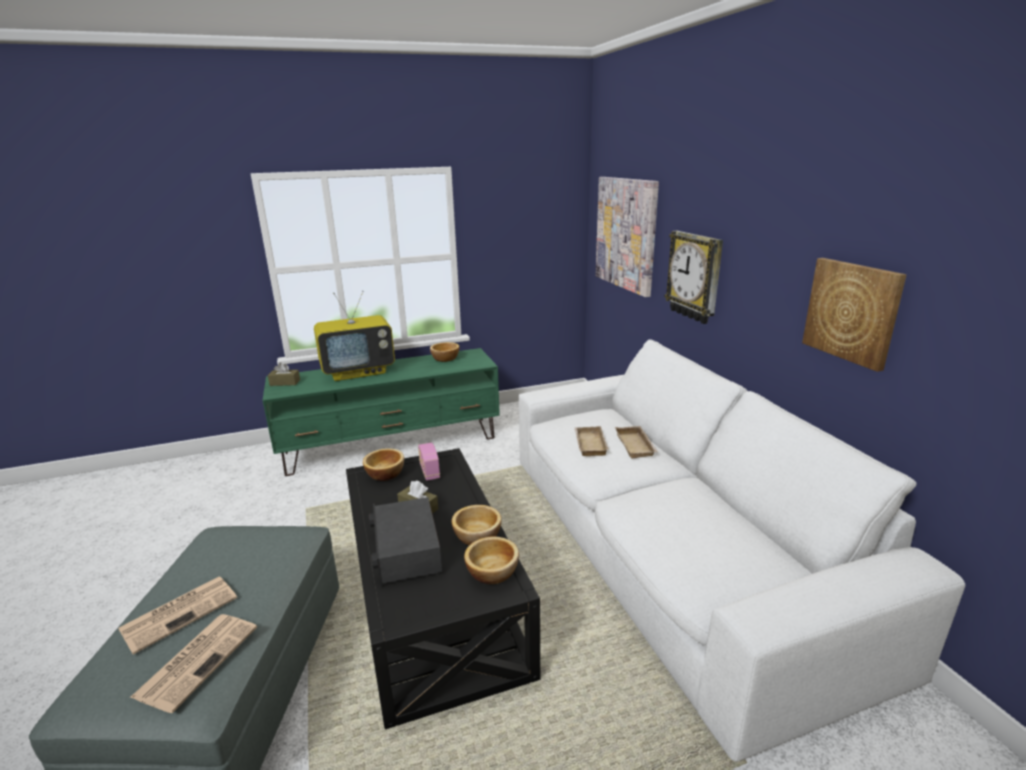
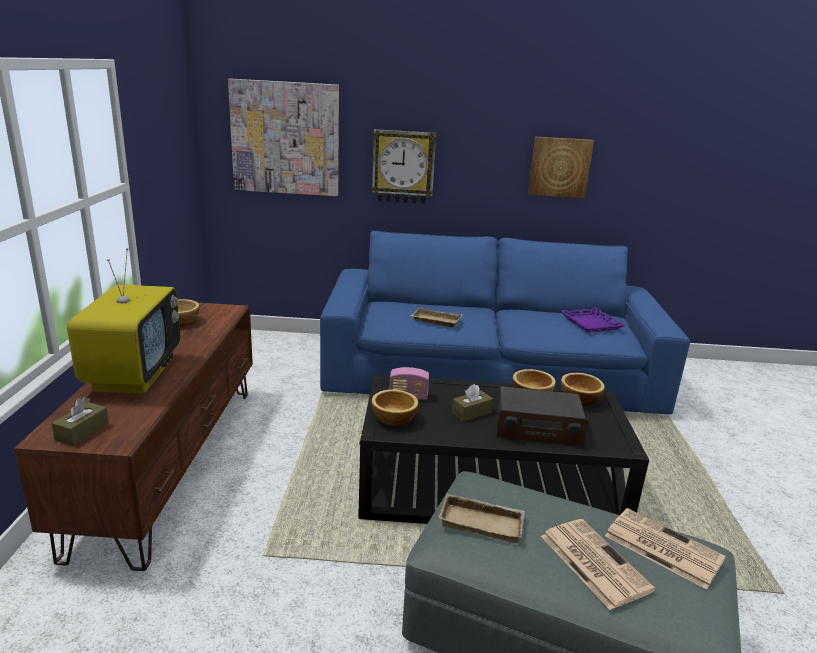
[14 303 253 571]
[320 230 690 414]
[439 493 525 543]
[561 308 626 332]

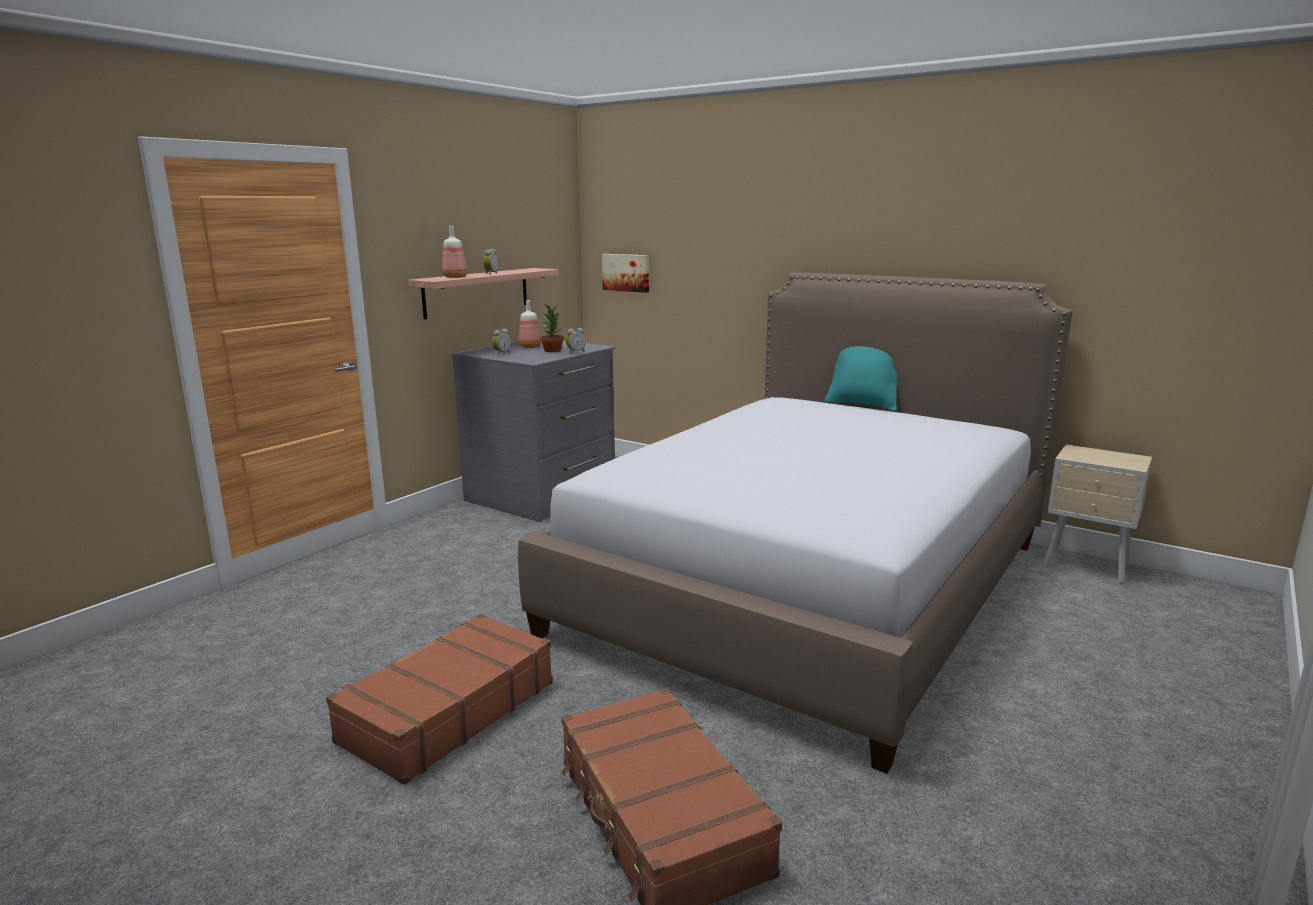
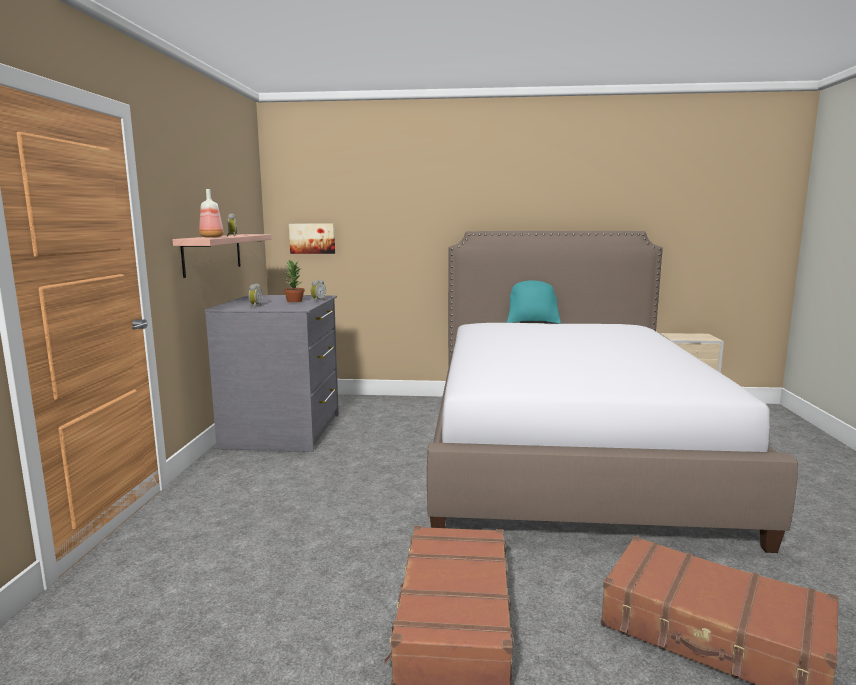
[518 300 541 348] (first image)

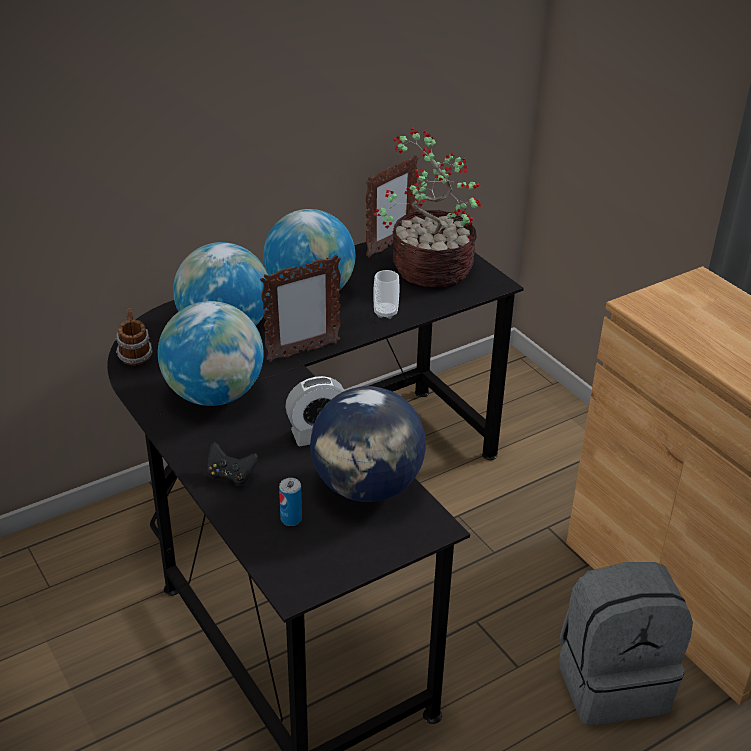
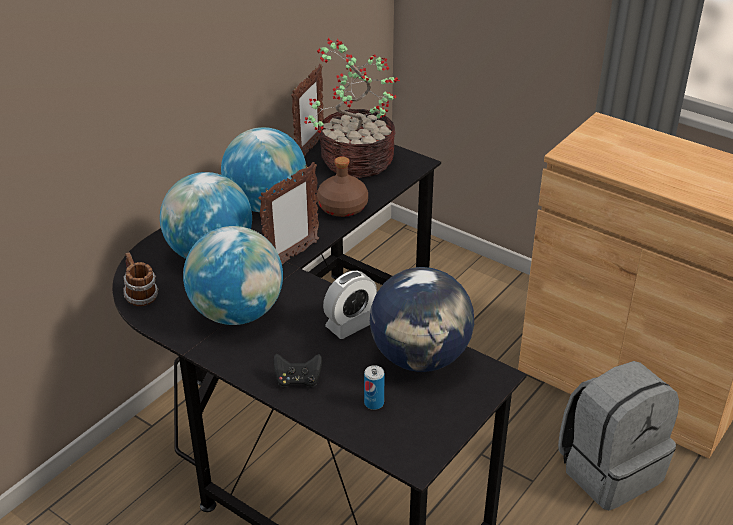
[317 156 368 217]

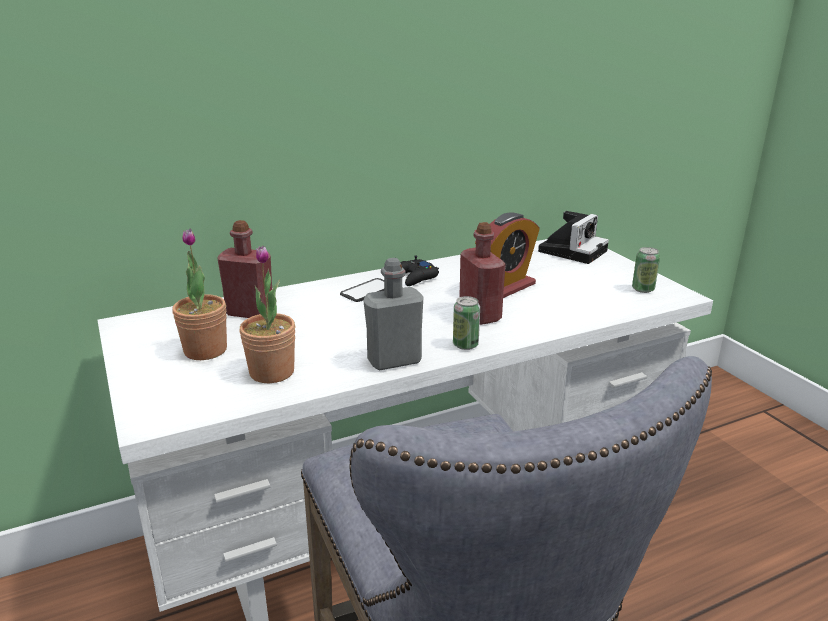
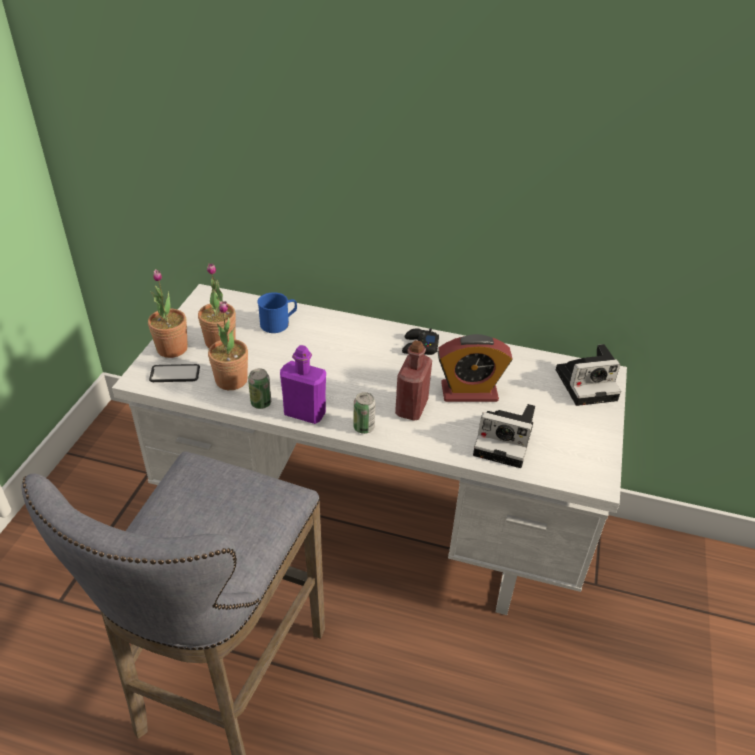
[257 292 297 333]
[149 364 200 382]
[280 345 326 424]
[248 368 271 409]
[148 269 188 358]
[473 404 535 468]

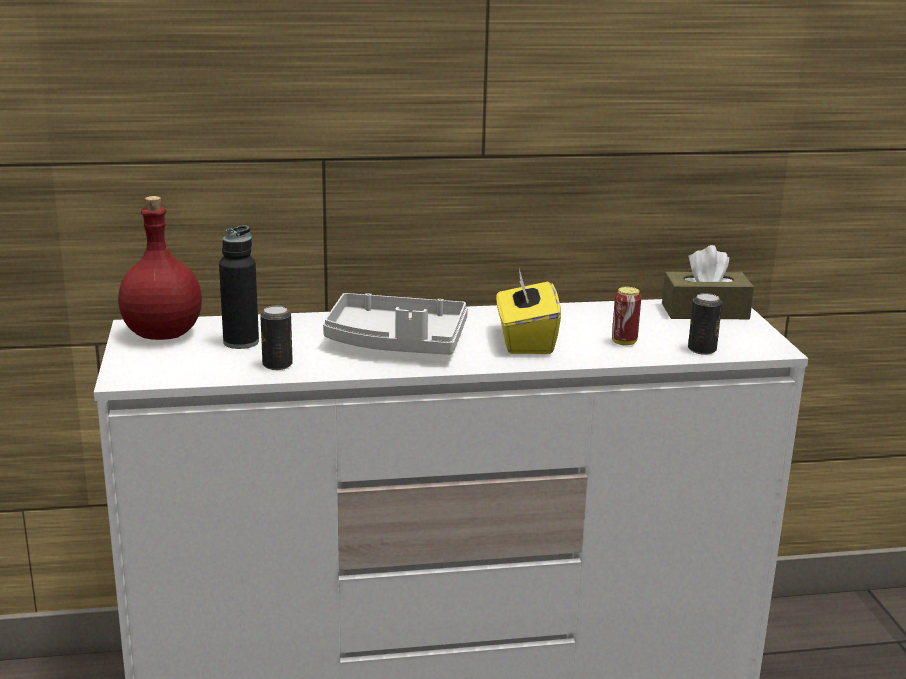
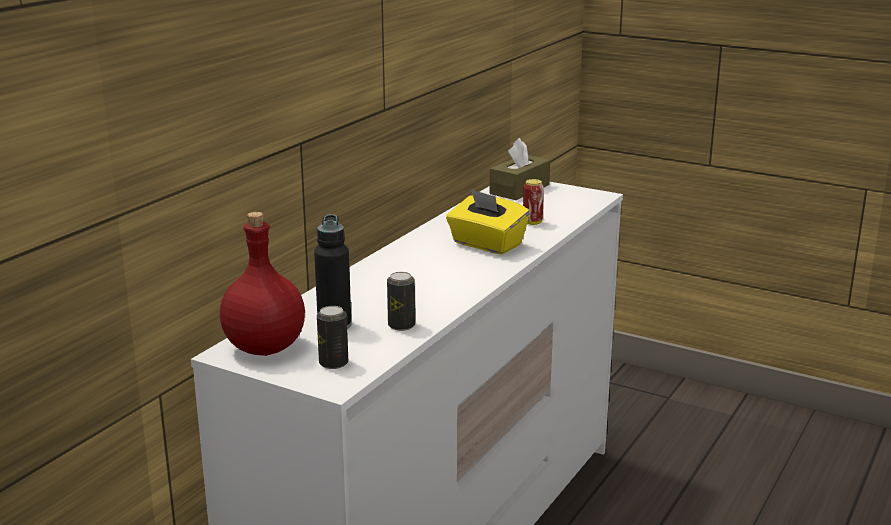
[323 293 468 355] (first image)
[317 306 348 369]

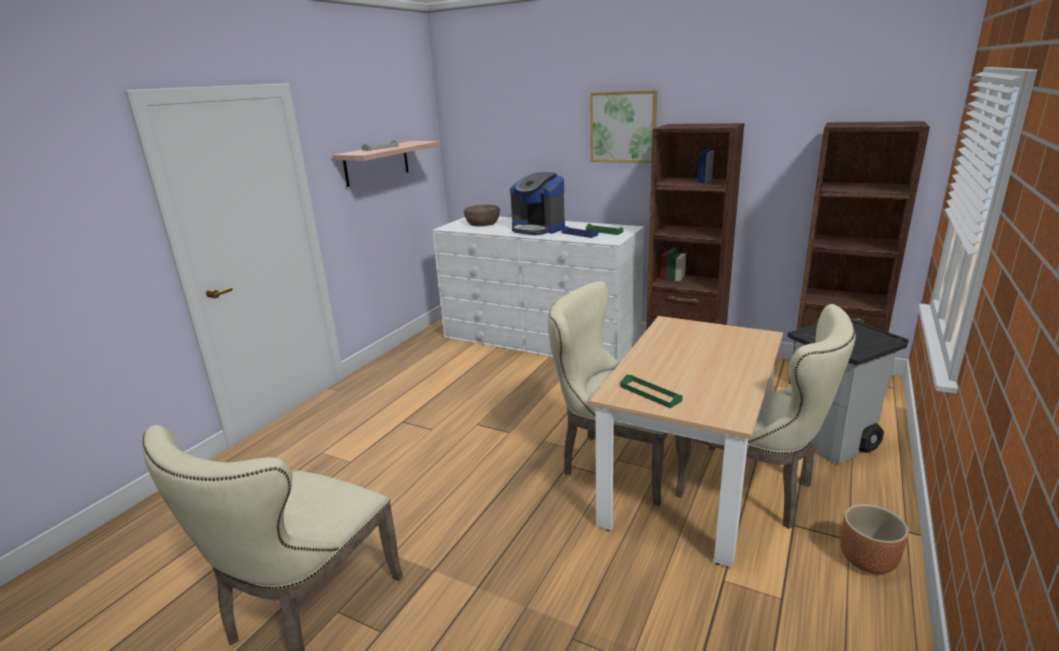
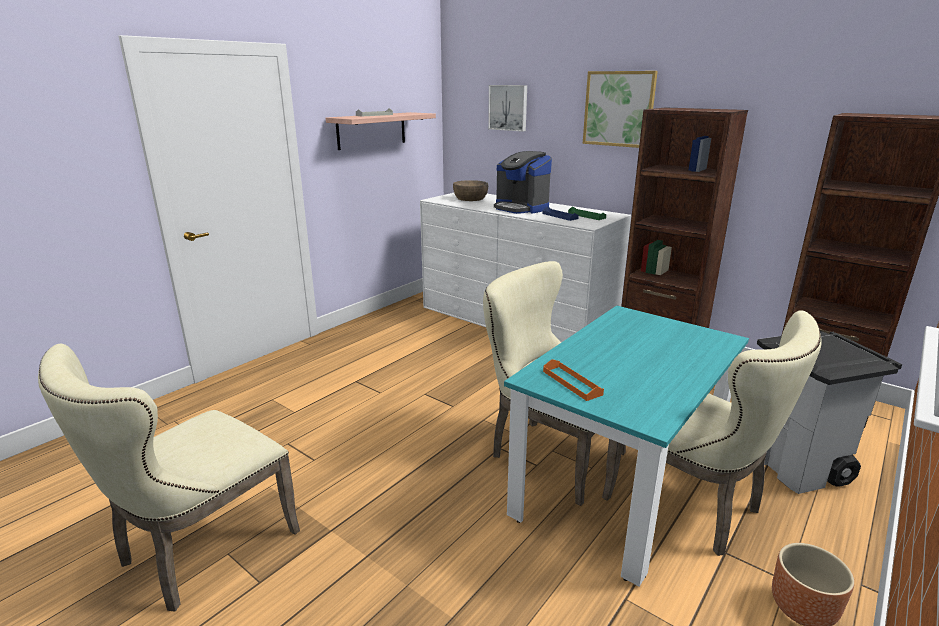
[504 306 749 587]
[543 359 604 401]
[488 85 527 132]

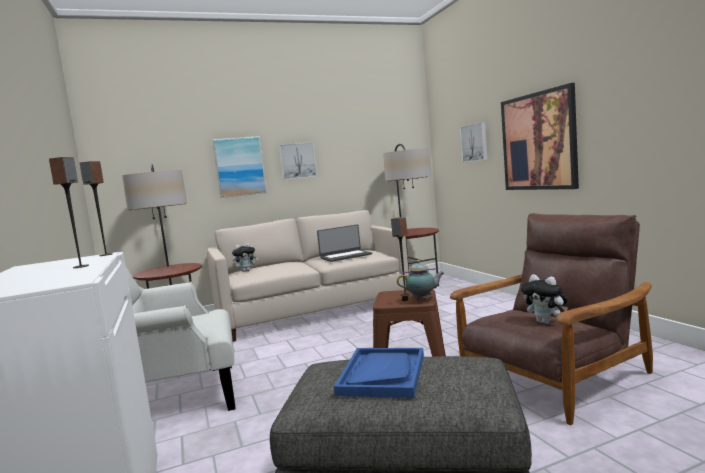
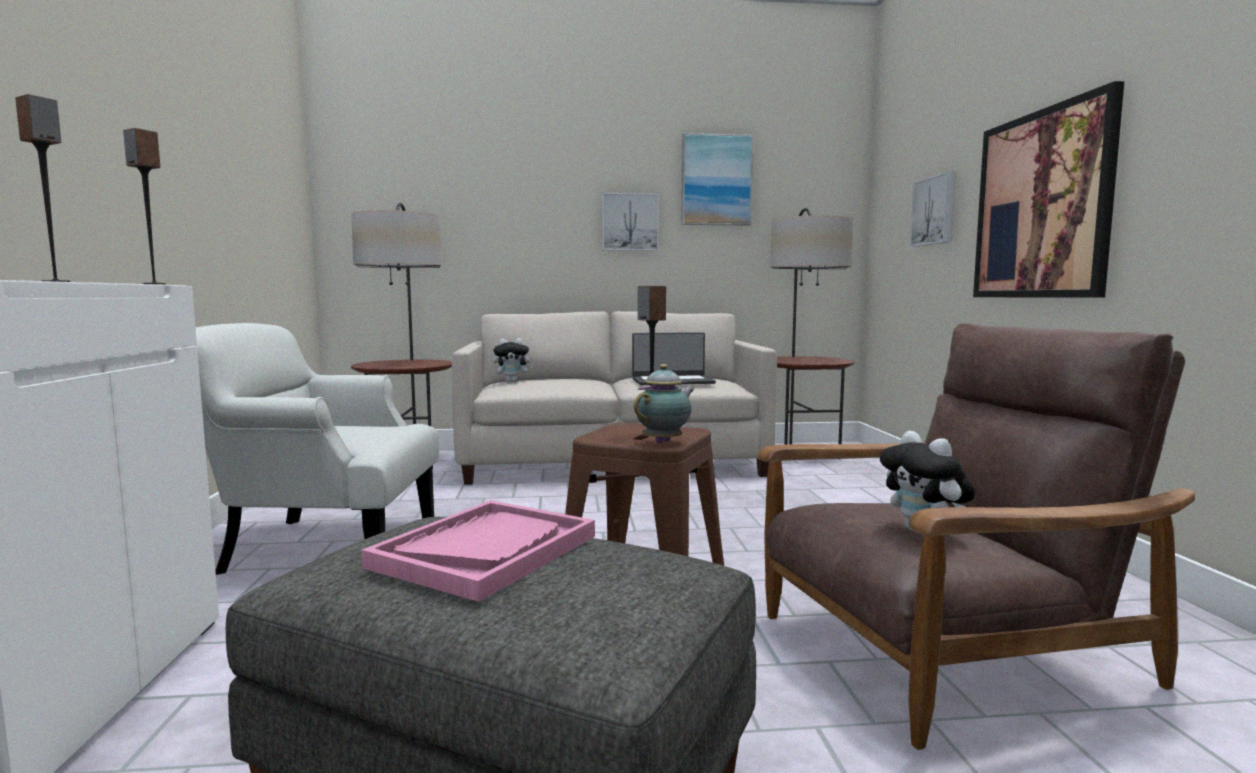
[682 133 753 226]
[362 500 595 602]
[634 364 694 443]

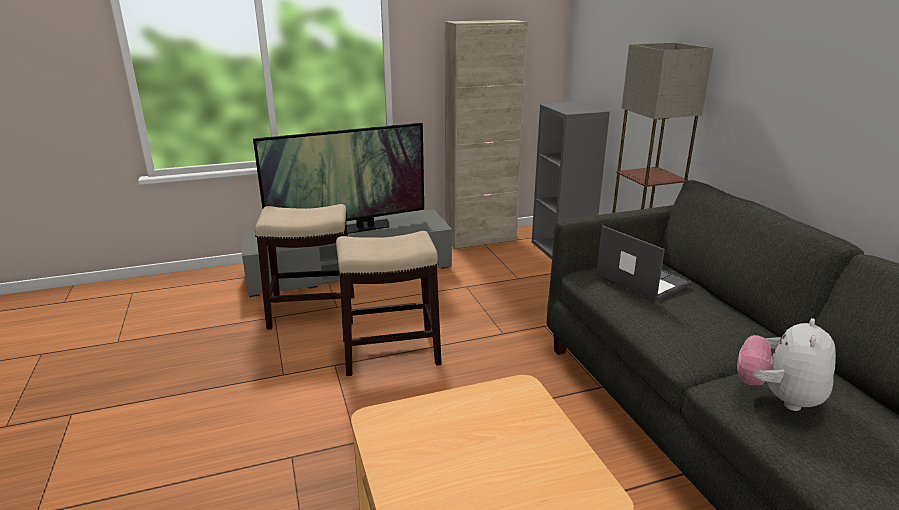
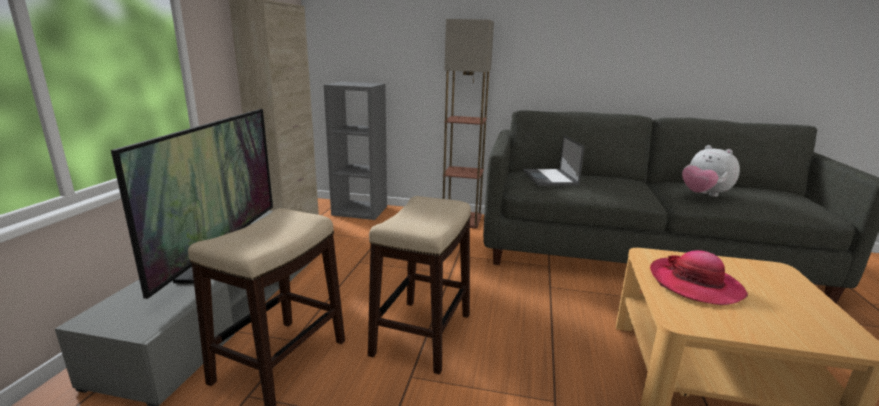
[523 135 585 186]
[650 250 748 305]

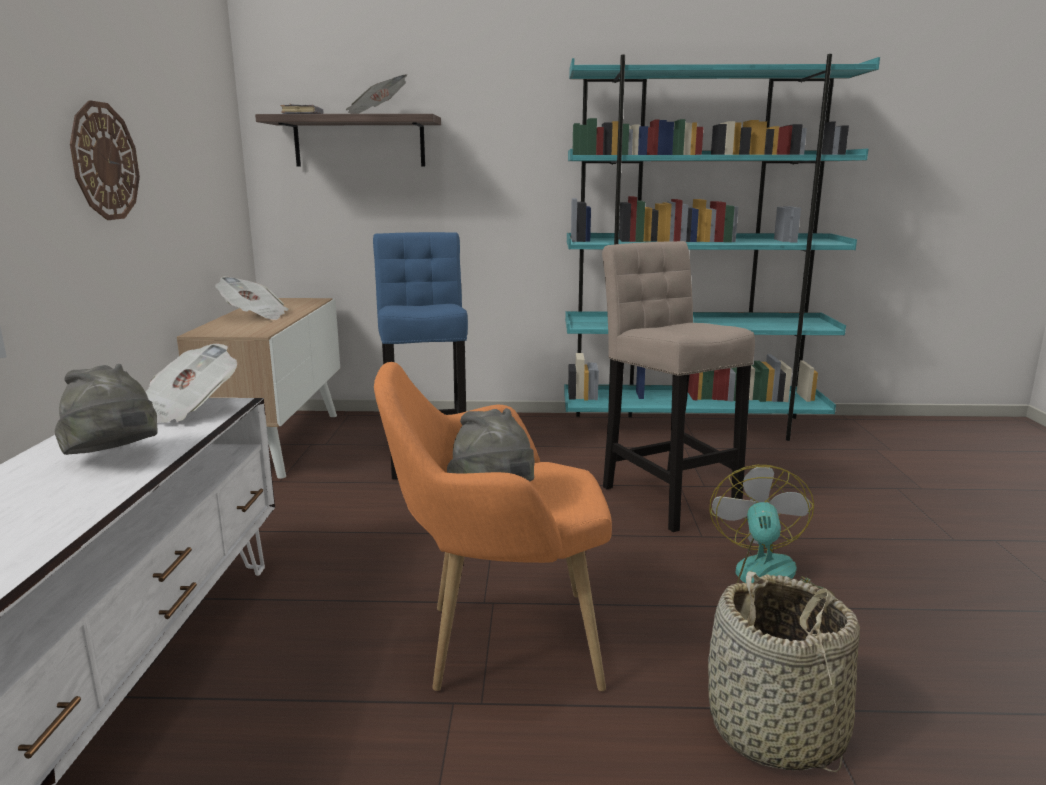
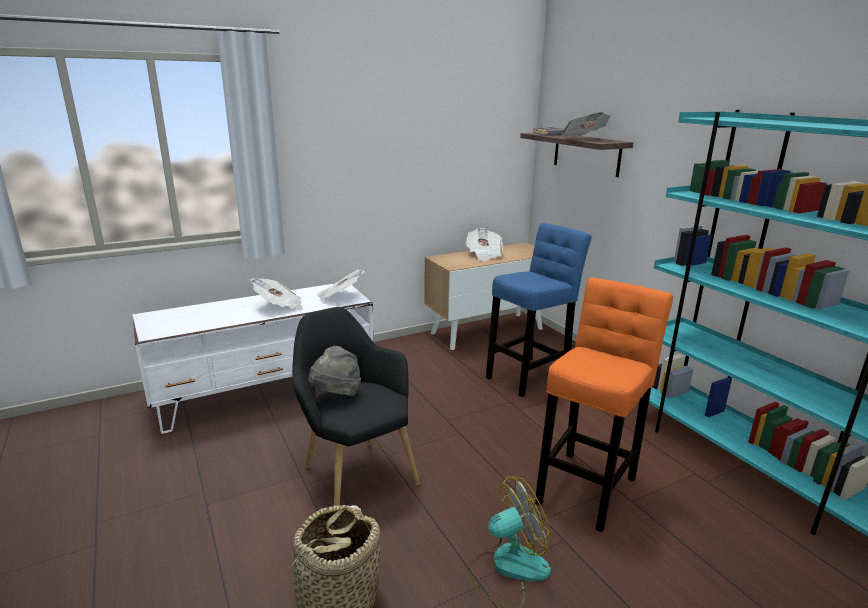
[250 278 303 310]
[70 100 140 220] (first image)
[292 307 420 506]
[535 278 673 532]

